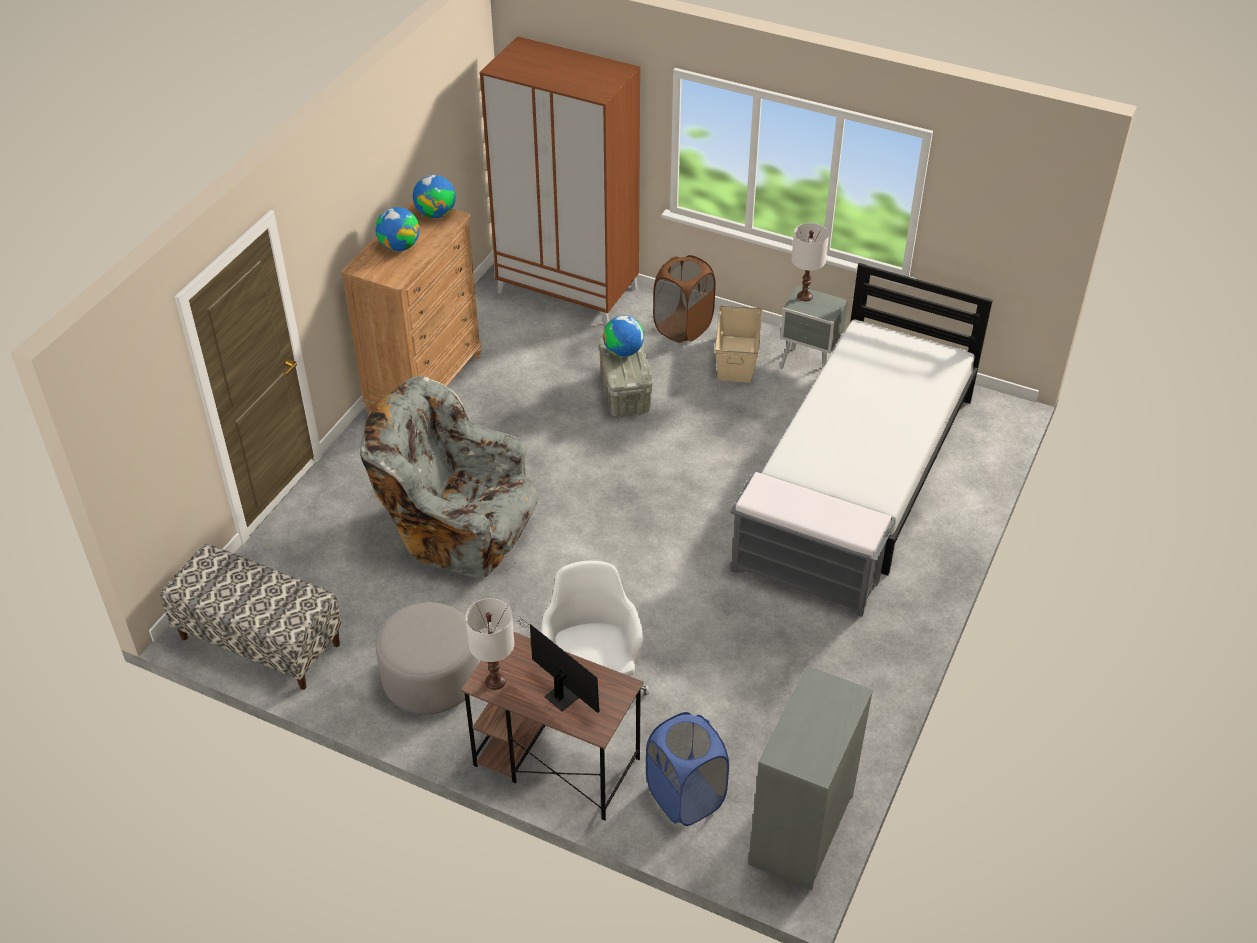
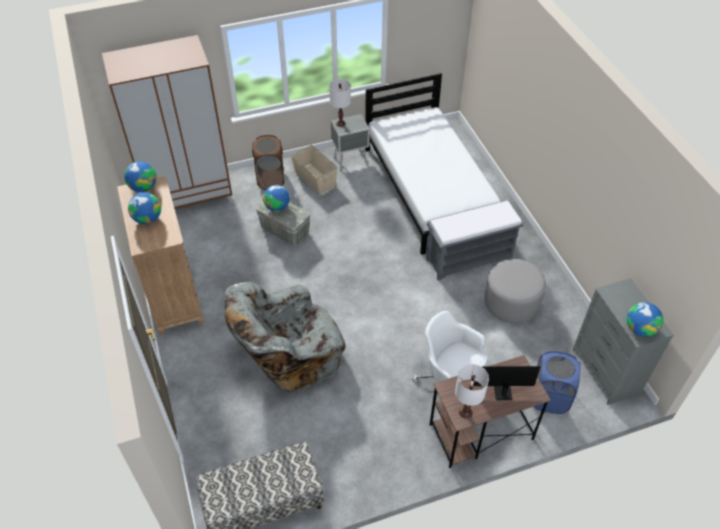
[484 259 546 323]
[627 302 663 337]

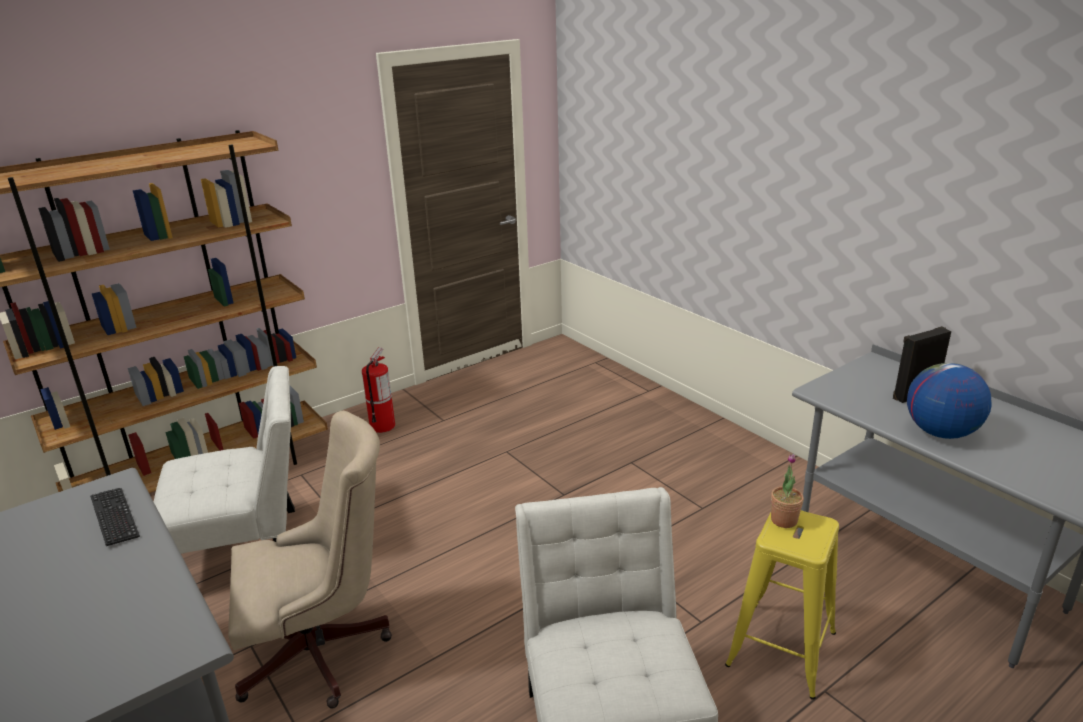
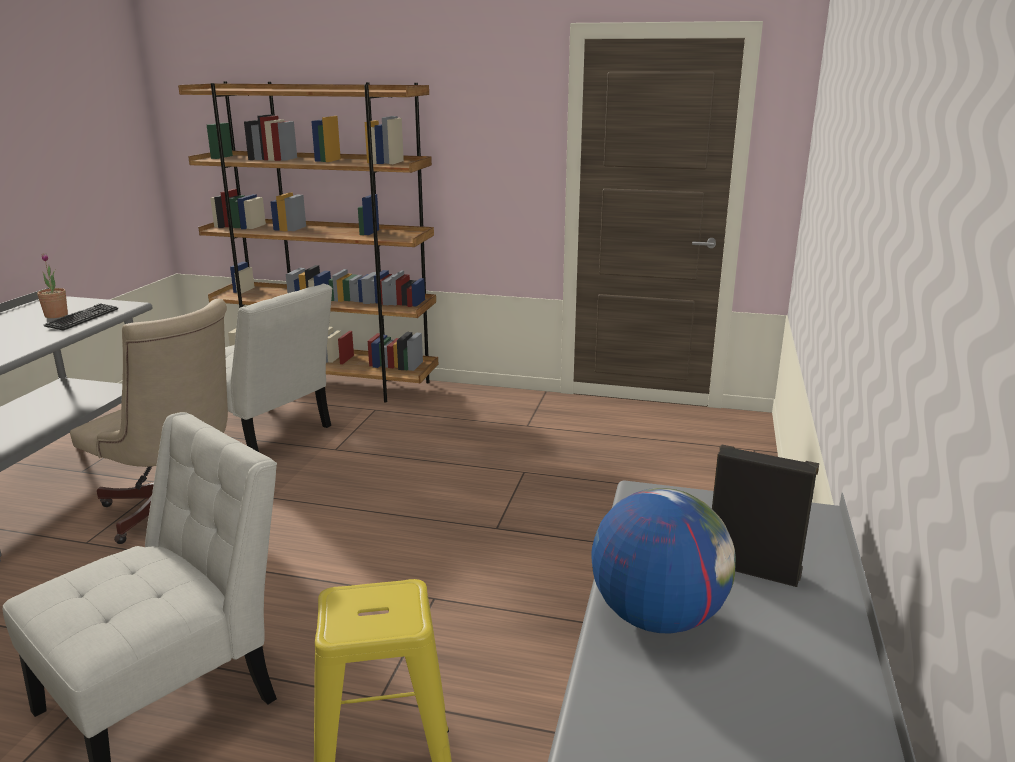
[362 347 395 433] (first image)
[37 254 68 318]

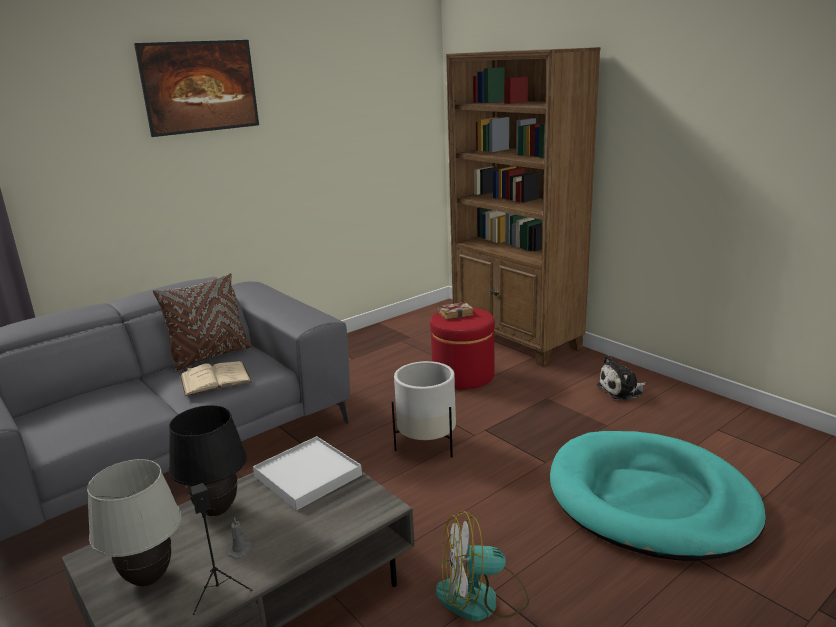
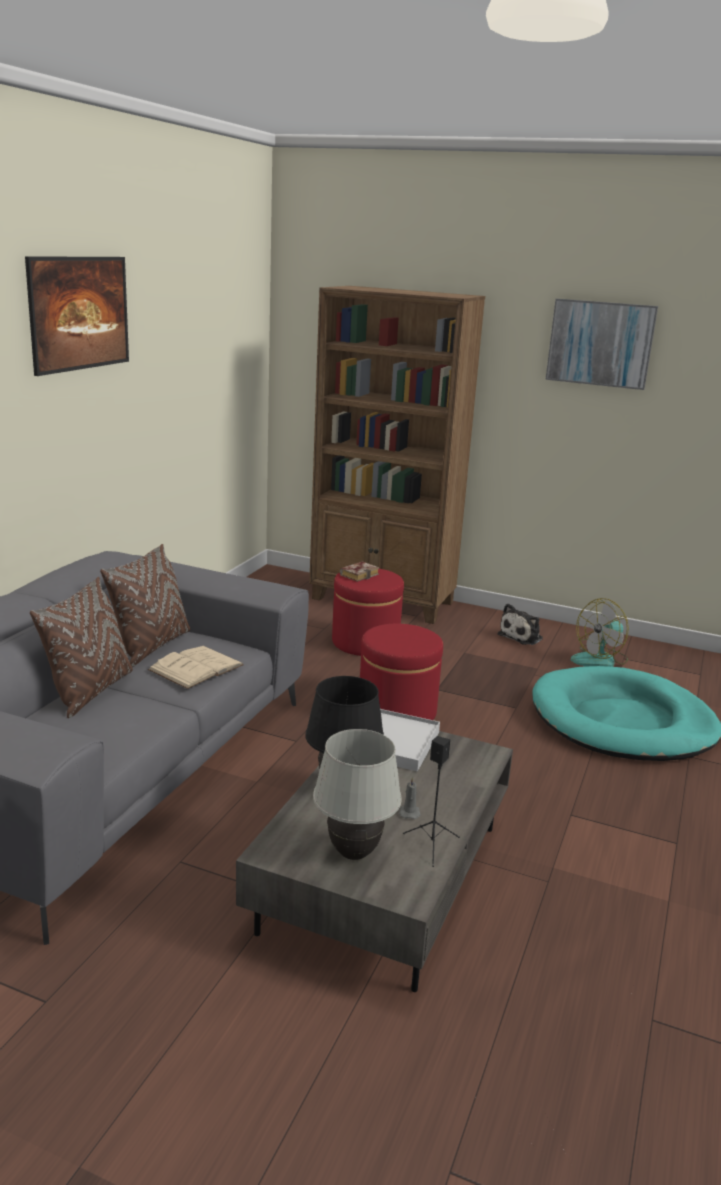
[360 624 443 720]
[571 598 629 667]
[30 577 133 718]
[545 299 658 390]

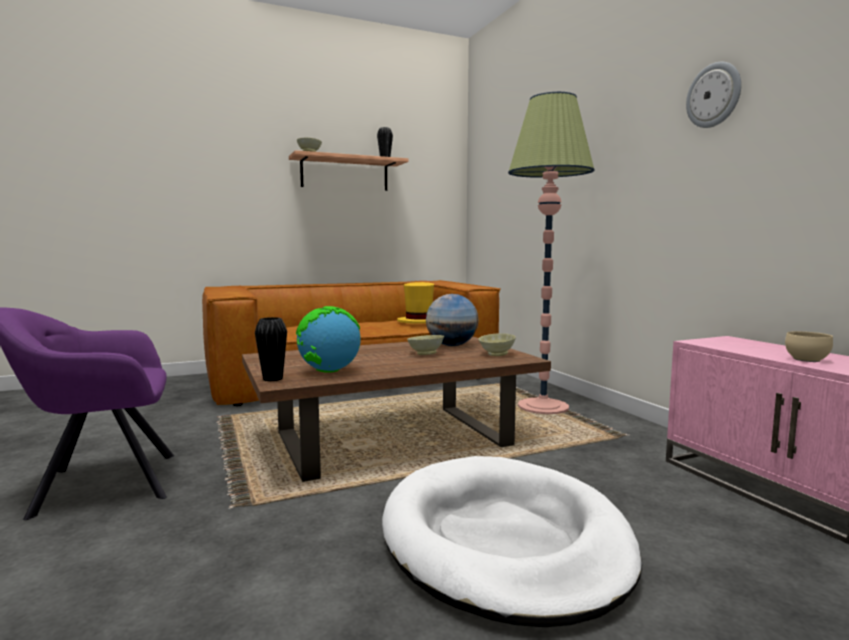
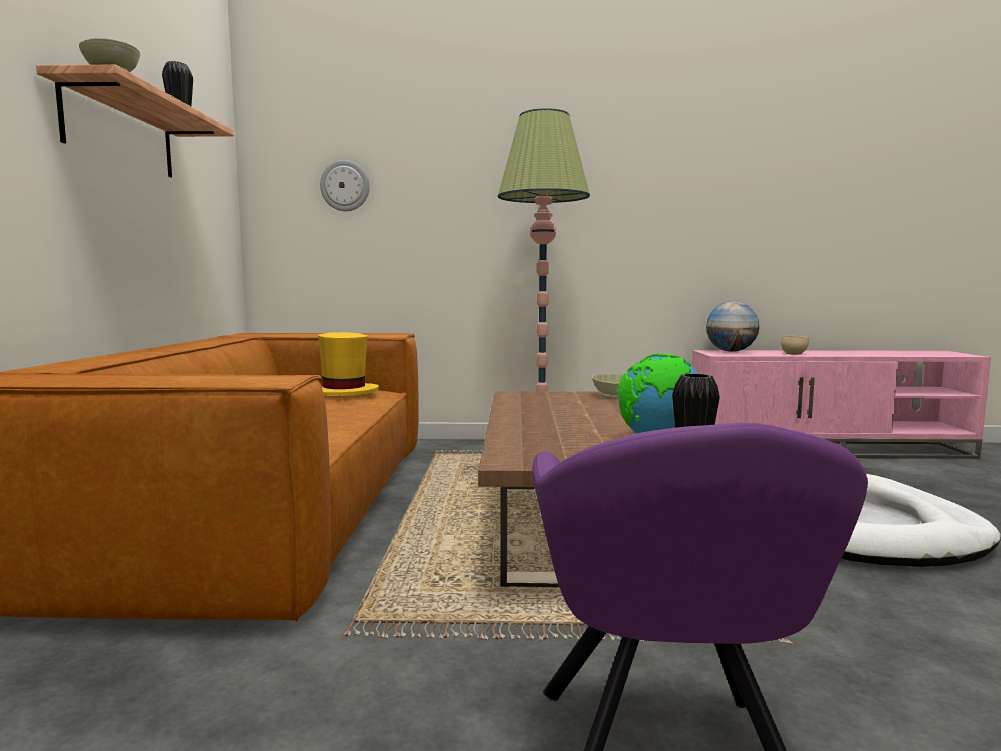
[407 335 444 355] (first image)
[706 301 760 352]
[320 160 369 211]

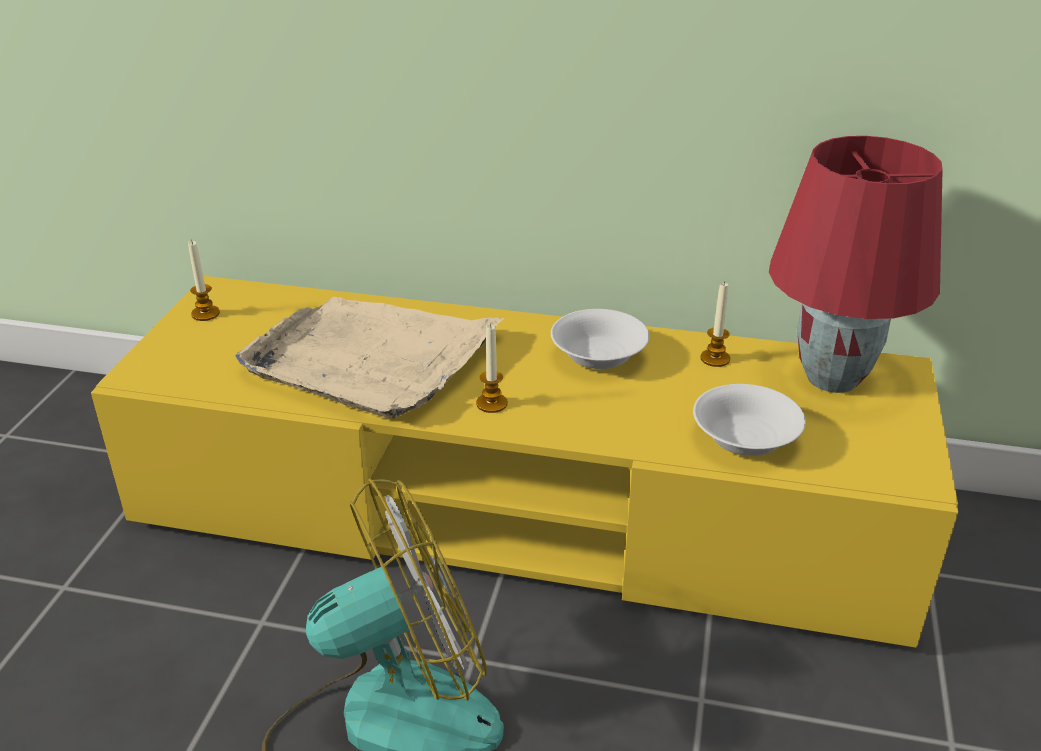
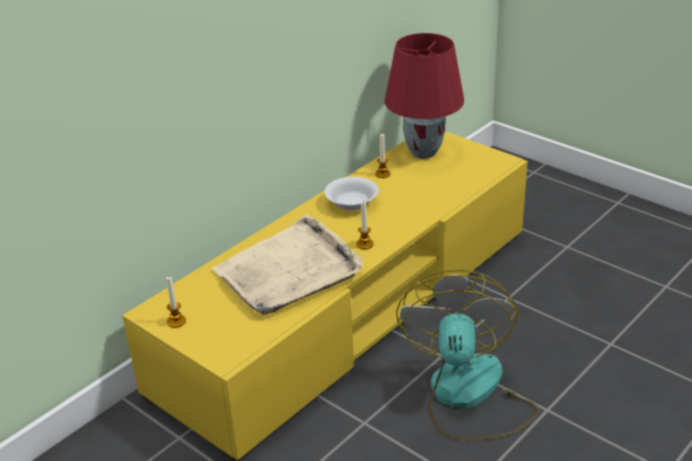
[693 384 806 456] (first image)

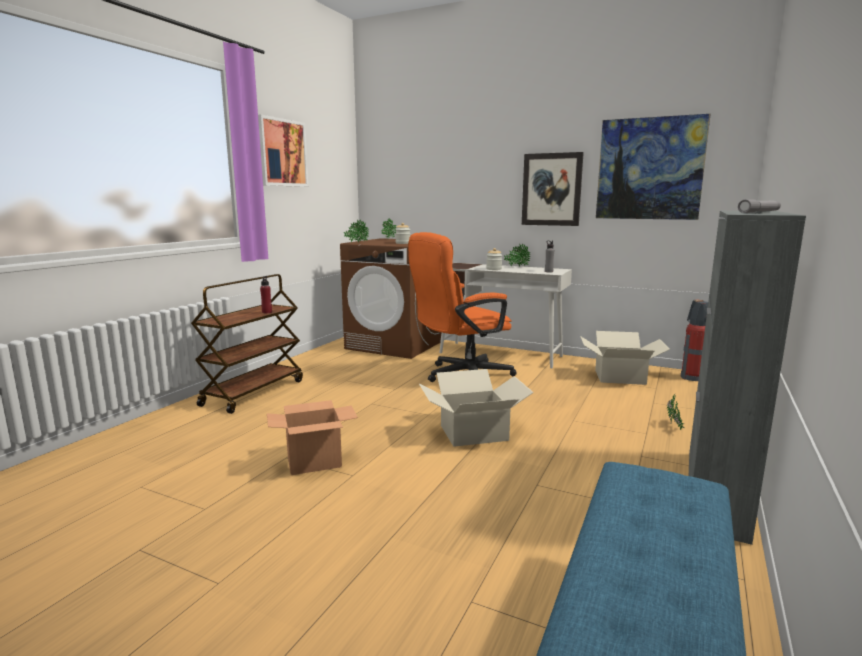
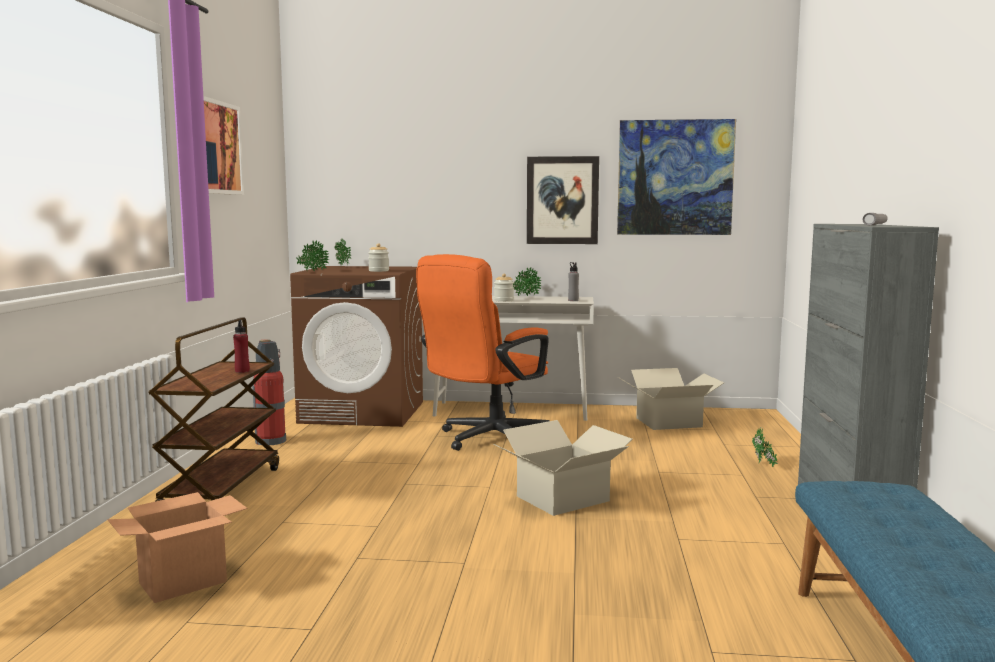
[107 492 247 603]
[252 339 287 445]

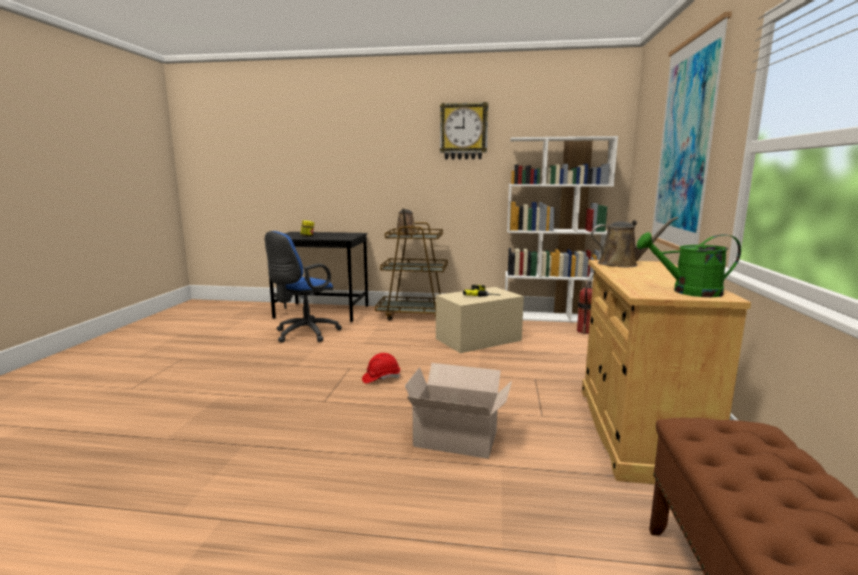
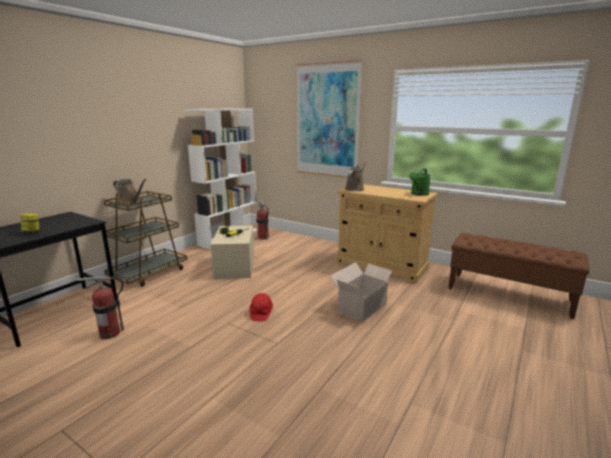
[77 277 124 339]
[440 102 488 159] (first image)

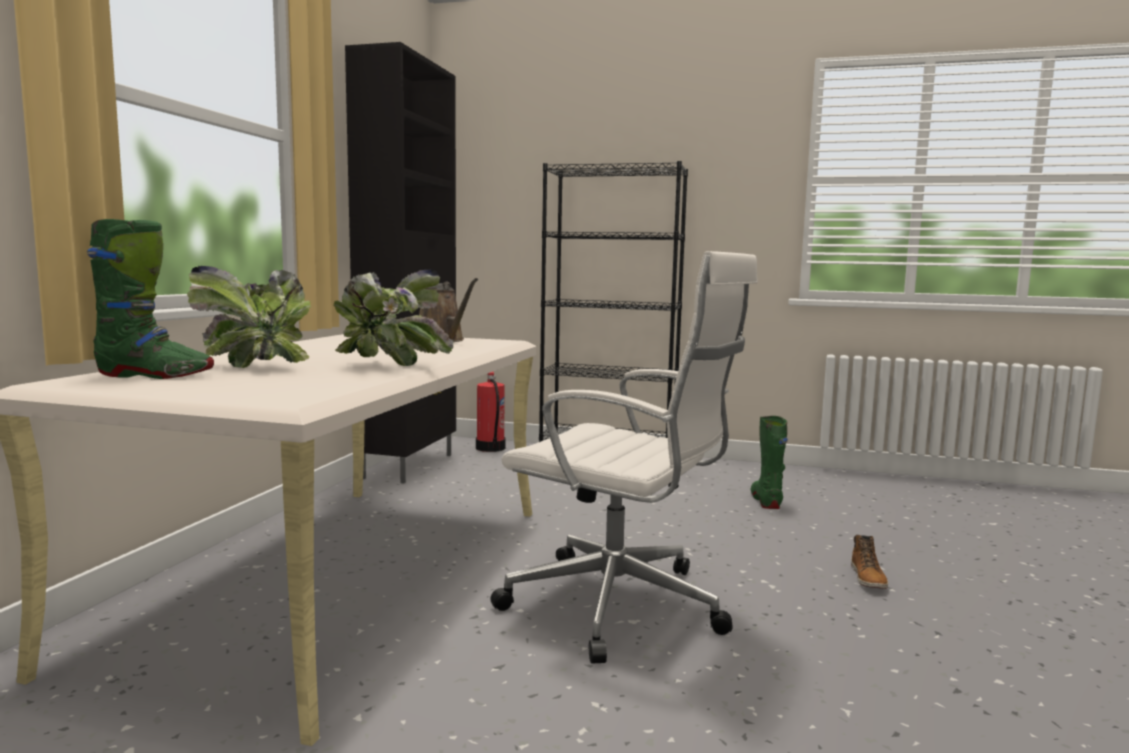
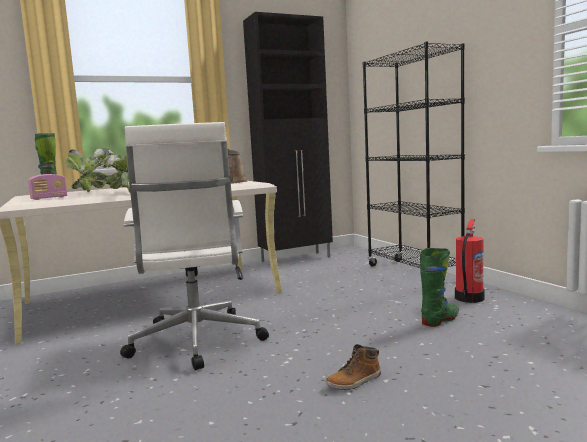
[455 219 485 303]
[28 174 67 200]

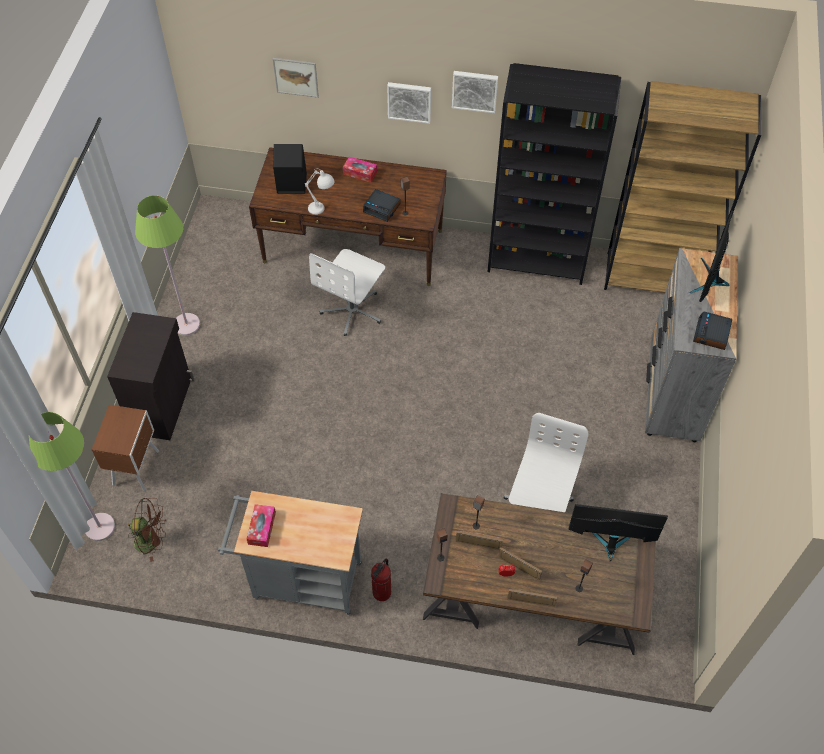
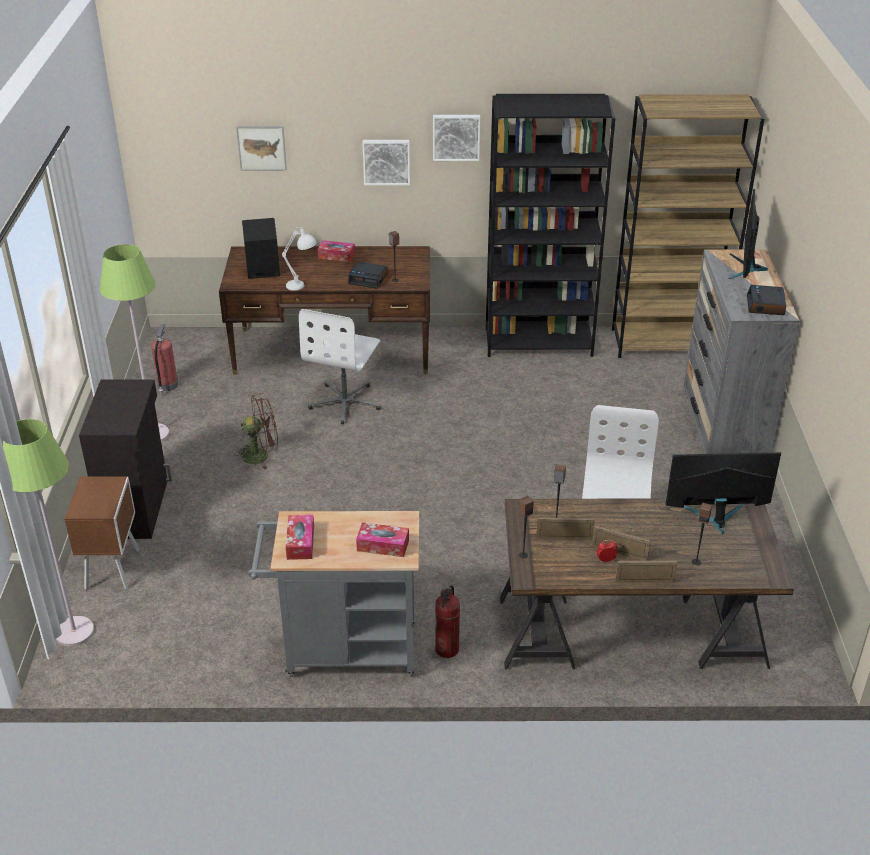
[234 393 278 470]
[151 324 178 395]
[356 522 409 557]

